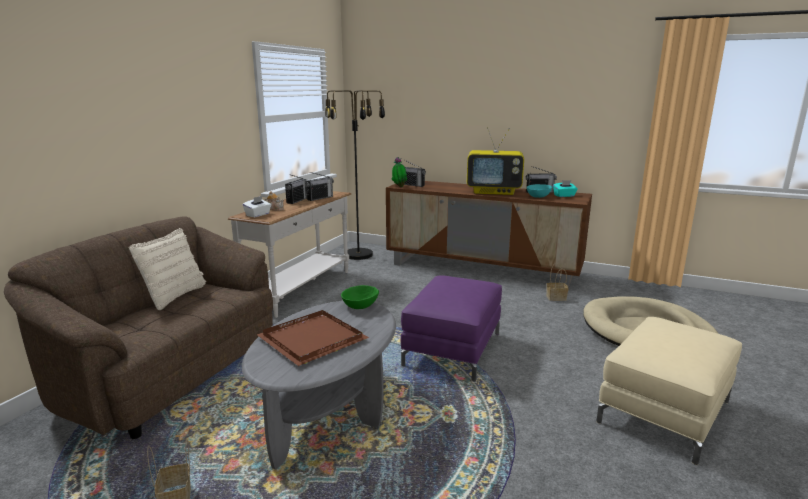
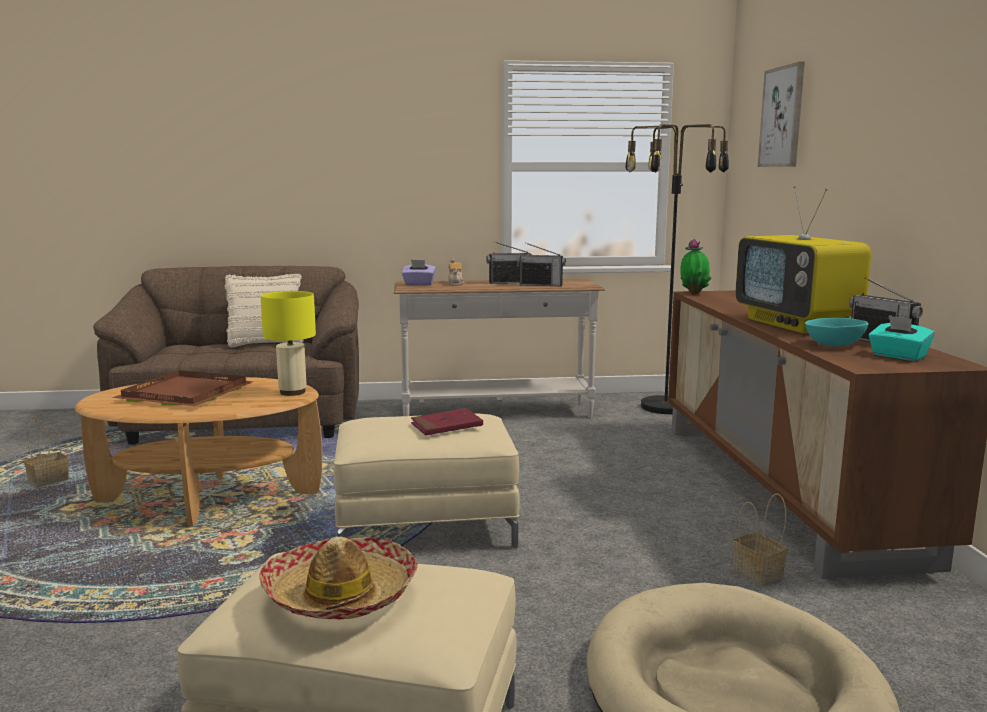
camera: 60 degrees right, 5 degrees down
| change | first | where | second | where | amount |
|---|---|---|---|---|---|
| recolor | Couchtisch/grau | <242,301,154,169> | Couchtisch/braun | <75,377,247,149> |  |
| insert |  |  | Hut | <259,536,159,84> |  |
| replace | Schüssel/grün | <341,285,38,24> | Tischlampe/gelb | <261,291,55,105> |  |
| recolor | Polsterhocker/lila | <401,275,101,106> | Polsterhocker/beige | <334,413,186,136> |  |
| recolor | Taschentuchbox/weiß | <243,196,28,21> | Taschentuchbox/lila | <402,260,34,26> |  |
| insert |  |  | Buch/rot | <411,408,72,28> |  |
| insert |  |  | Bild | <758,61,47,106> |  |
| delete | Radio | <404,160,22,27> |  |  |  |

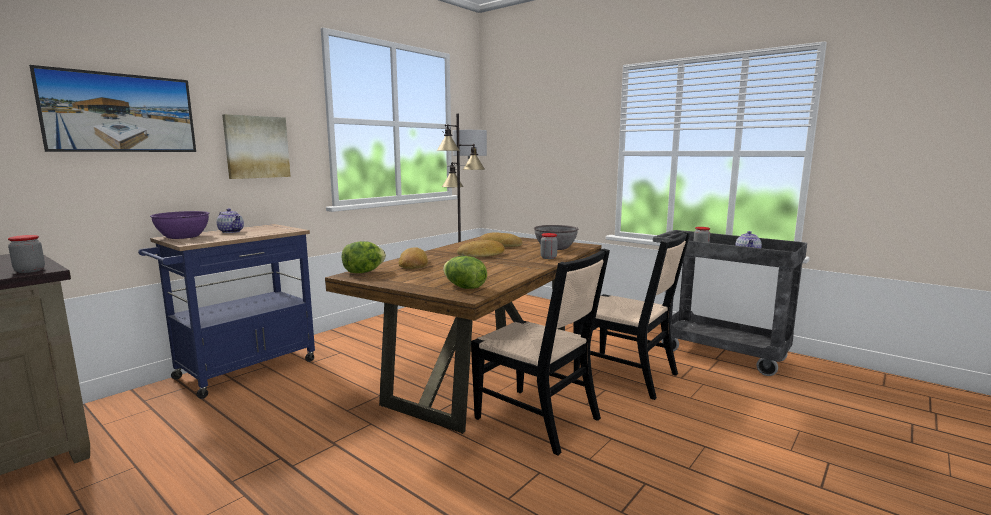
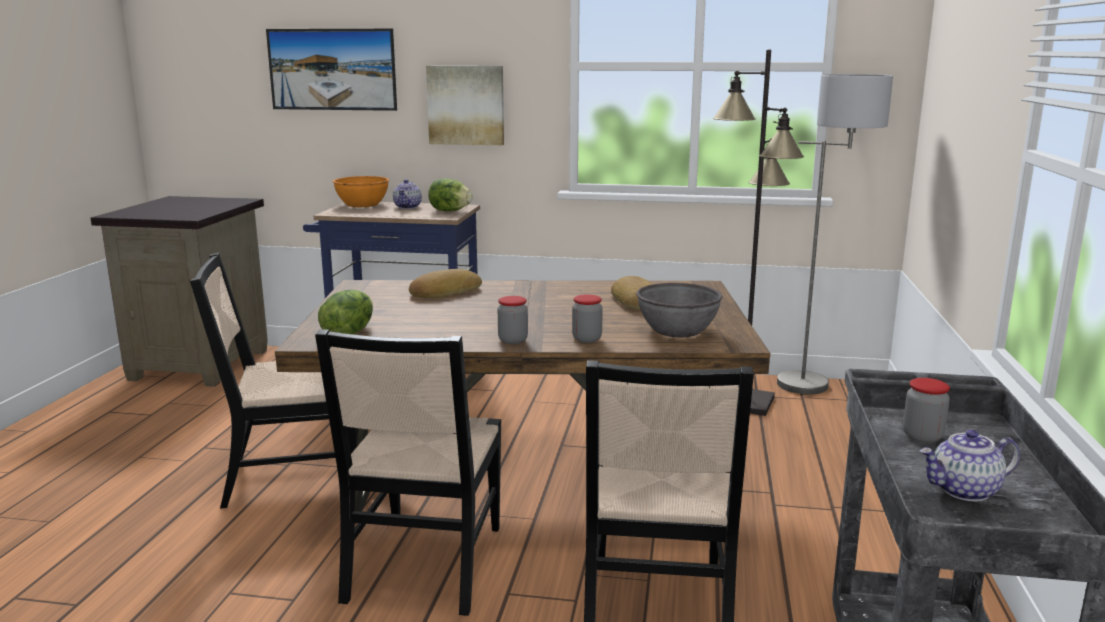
camera: 60 degrees right, 5 degrees up
| change | first | where | second | where | amount |
|---|---|---|---|---|---|
| insert |  |  | Stuhl | <190,253,168,256> |  |
| recolor | Schüssel/lila | <150,211,59,28> | Schüssel/orange | <333,176,56,31> |  |
| move | Salatkopf | <342,241,44,32> |  | <428,178,45,33> |  |
| move | Vorratsglas | <8,235,37,38> |  | <498,296,30,48> |  |
| delete | Brot | <457,240,48,17> |  |  |  |

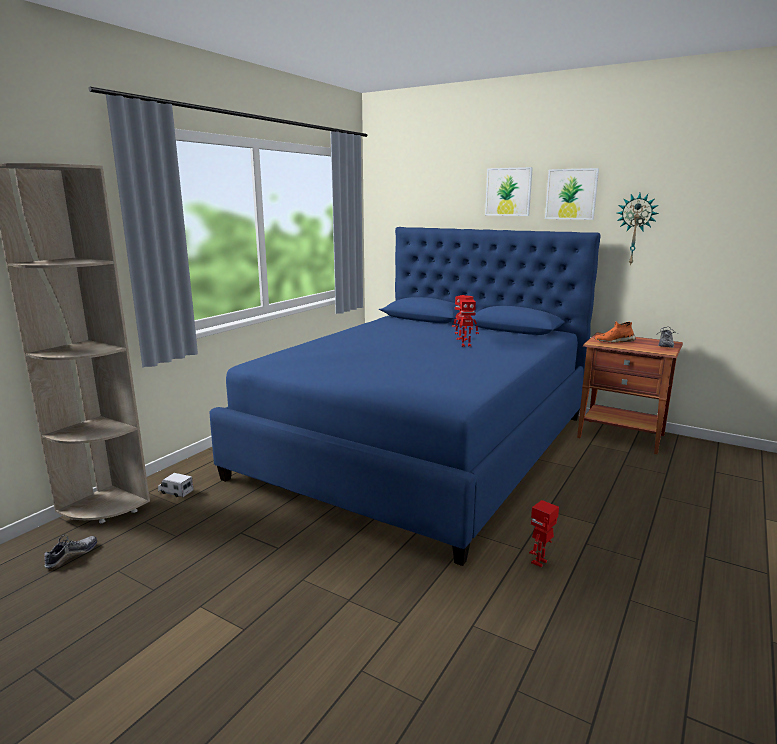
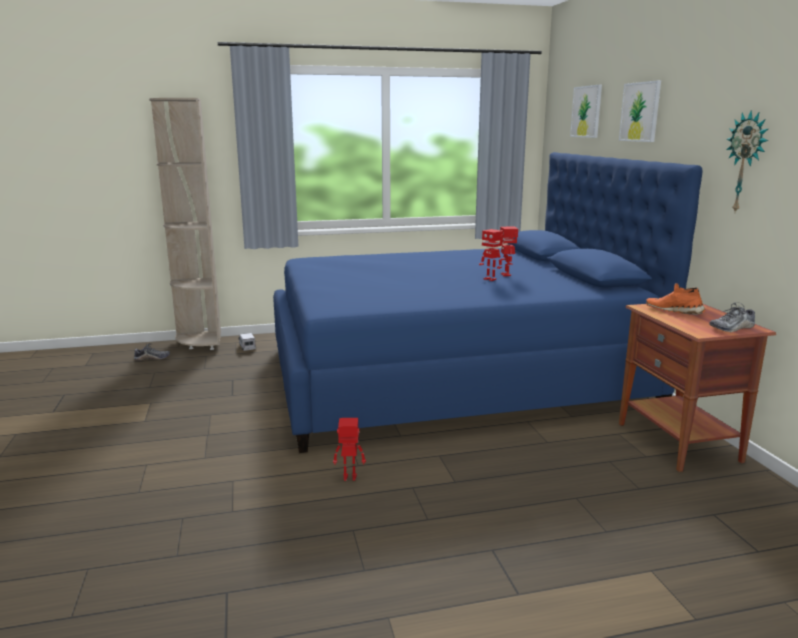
camera: 45 degrees right, 0 degrees up
| change | first | where | second | where | amount |
|---|---|---|---|---|---|
| move | Bild | <545,168,54,52> |  | <570,85,32,53> |  |

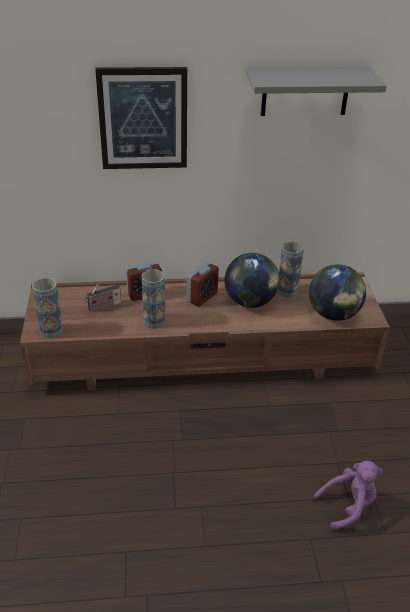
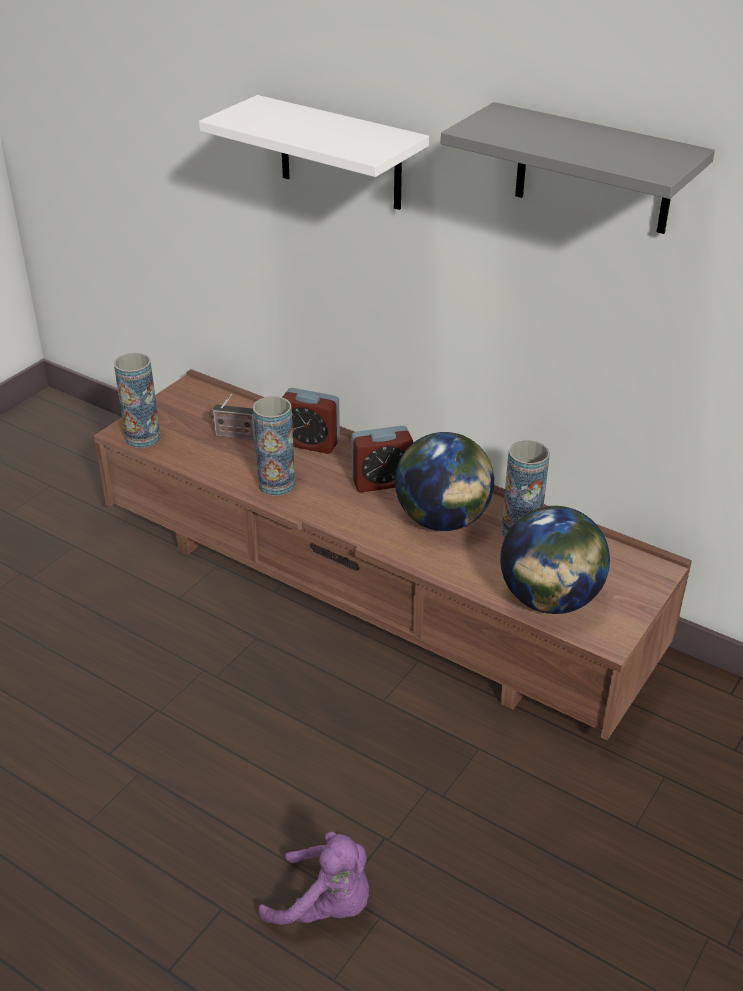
camera: 40 degrees right, 0 degrees up
| change | first | where | second | where | amount |
|---|---|---|---|---|---|
| replace | Bild | <95,67,92,102> | Wandregal/weiß | <199,95,230,115> |  |

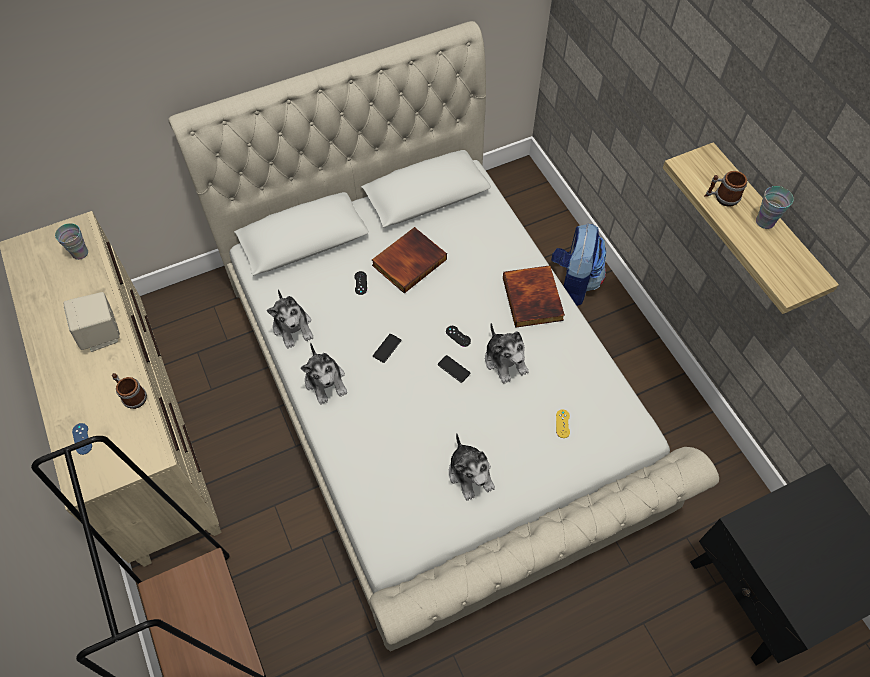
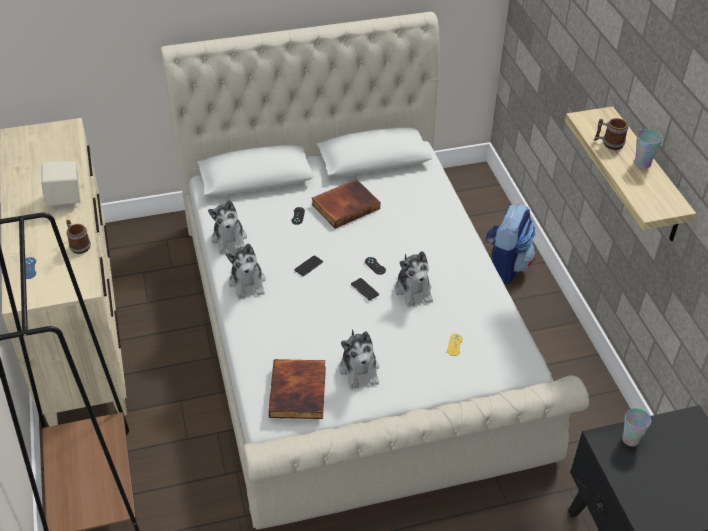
camera: 10 degrees right, 15 degrees down
| change | first | where | second | where | amount |
|---|---|---|---|---|---|
| move | Buch | <503,265,62,63> |  | <268,359,58,60> |  |
| move | Tasse | <55,223,33,37> |  | <622,408,29,38> |  |

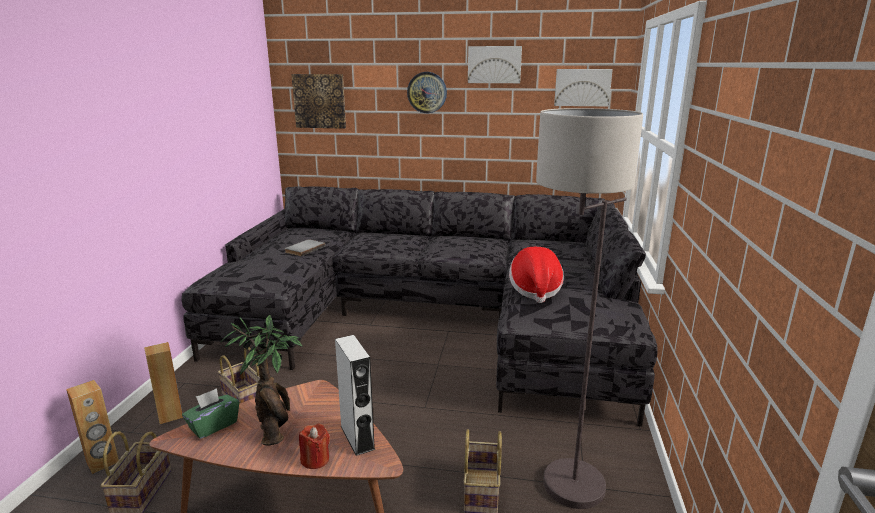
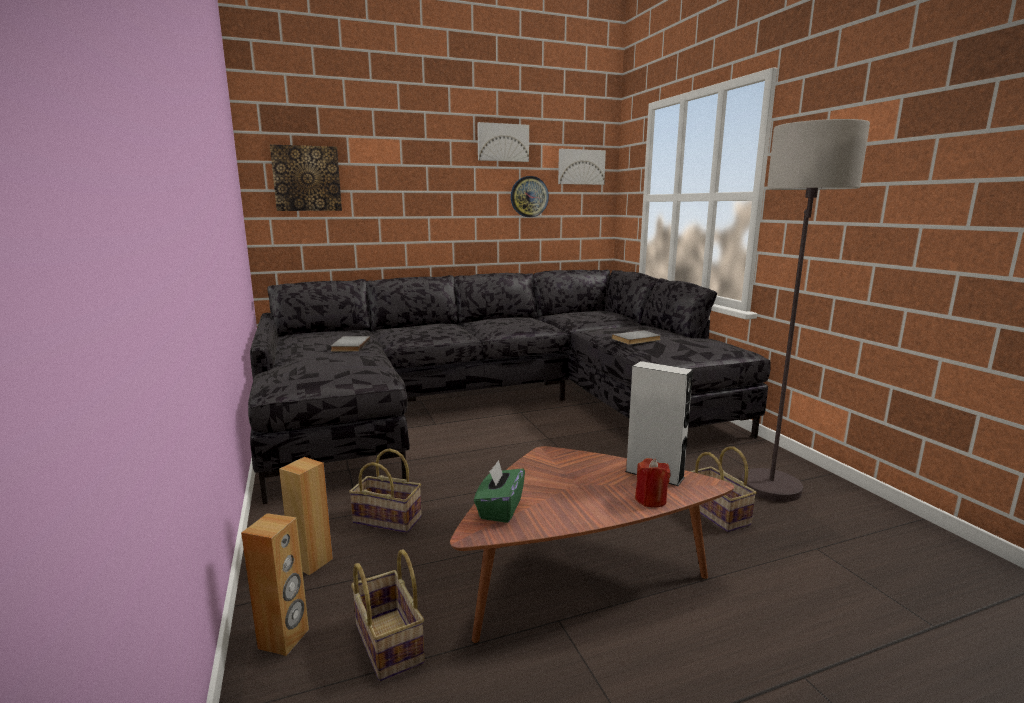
camera: 30 degrees left, 5 degrees down
| change | first | where | second | where | amount |
|---|---|---|---|---|---|
| move | Wanduhr | <407,72,40,41> |  | <511,176,38,41> |  |
| replace | Hut | <509,247,55,56> | Buch/grau | <612,330,49,15> |  |
| delete | Topfpflanze | <221,315,82,131> |  |  |  |

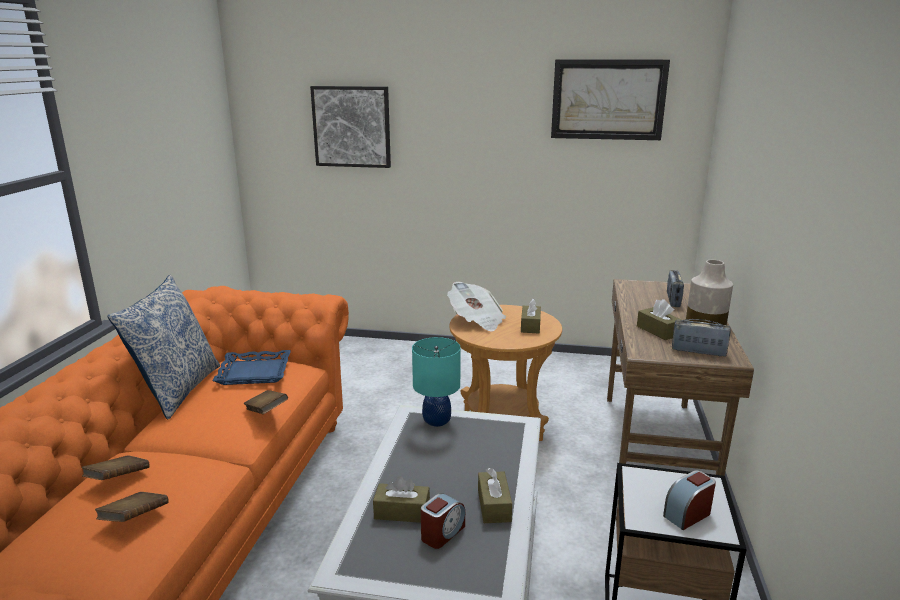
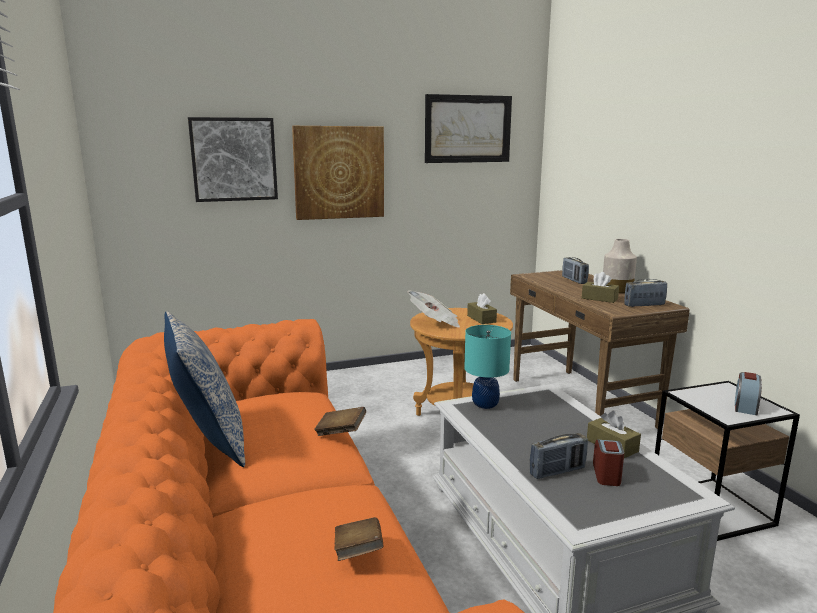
camera: 30 degrees left, 5 degrees down
| change | first | where | second | where | amount |
|---|---|---|---|---|---|
| insert |  |  | Bild | <292,126,92,94> |  |
| replace | Taschentuchbox/braun | <373,476,57,47> | Radio | <529,433,59,46> |  |
| delete | Buch/braun | <81,455,68,25> |  |  |  |
| delete | Tablett/blau | <212,350,79,35> |  |  |  |

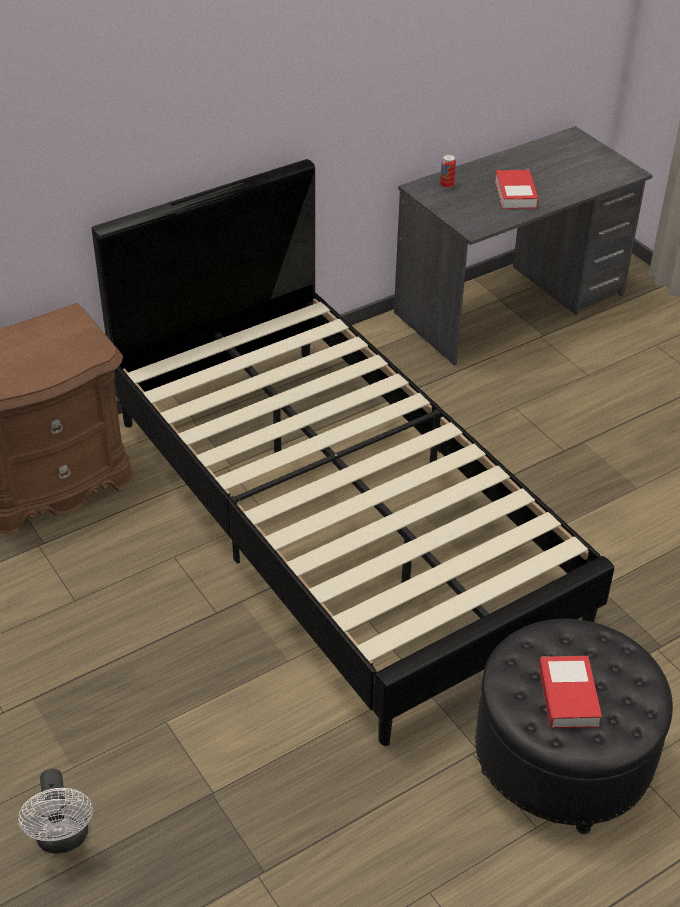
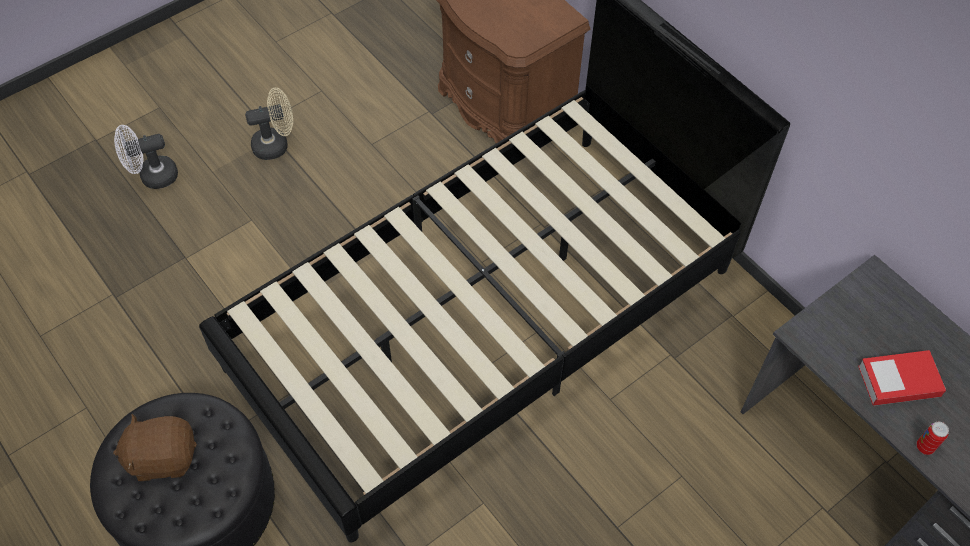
camera: 85 degrees right, 15 degrees up
| change | first | where | second | where | amount |
|---|---|---|---|---|---|
| replace | Buch | <539,656,63,72> | Plüschtier/braun | <113,414,84,67> |  |
| insert |  |  | Ventilator/beige | <245,87,48,73> |  |
| move | Dose | <440,154,16,35> |  | <916,422,33,33> |  |

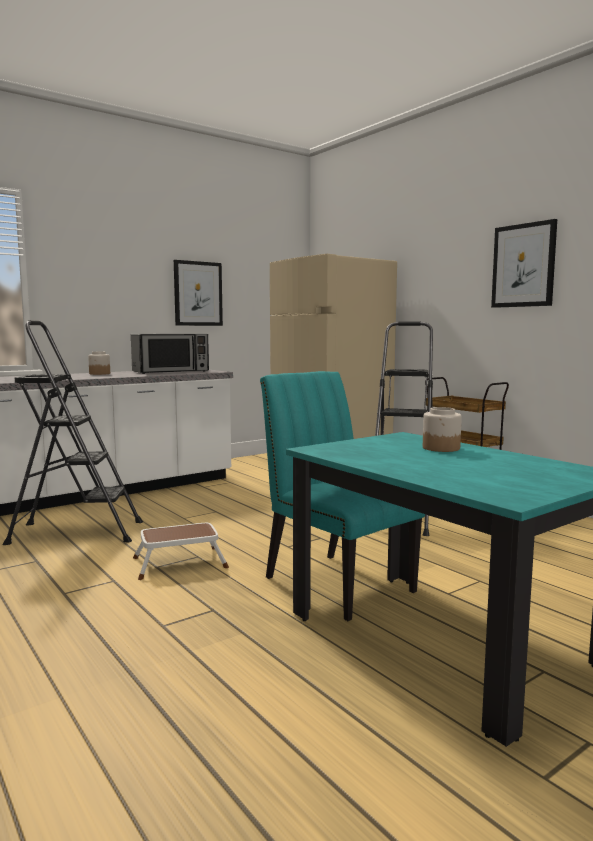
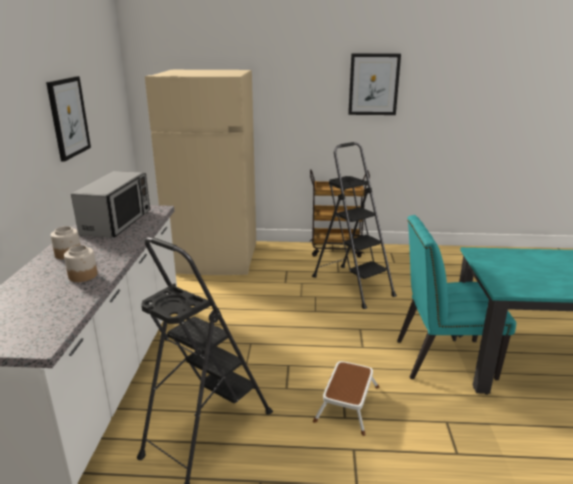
camera: 50 degrees left, 15 degrees up
| change | first | where | second | where | amount |
|---|---|---|---|---|---|
| move | Vorratsglas | <423,407,39,45> |  | <64,245,33,37> |  |

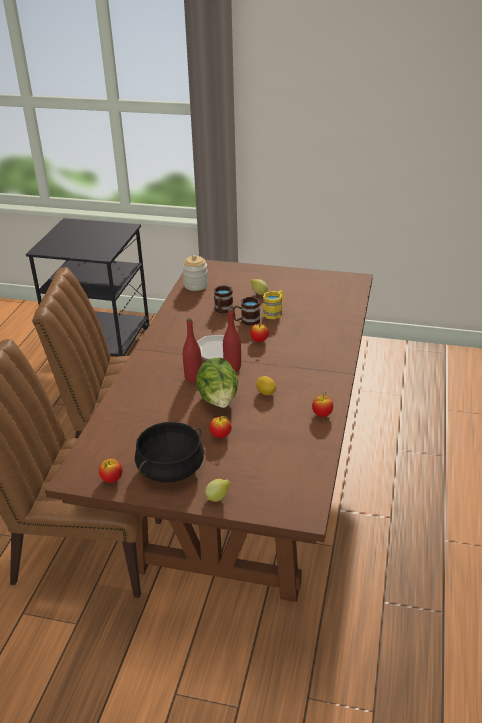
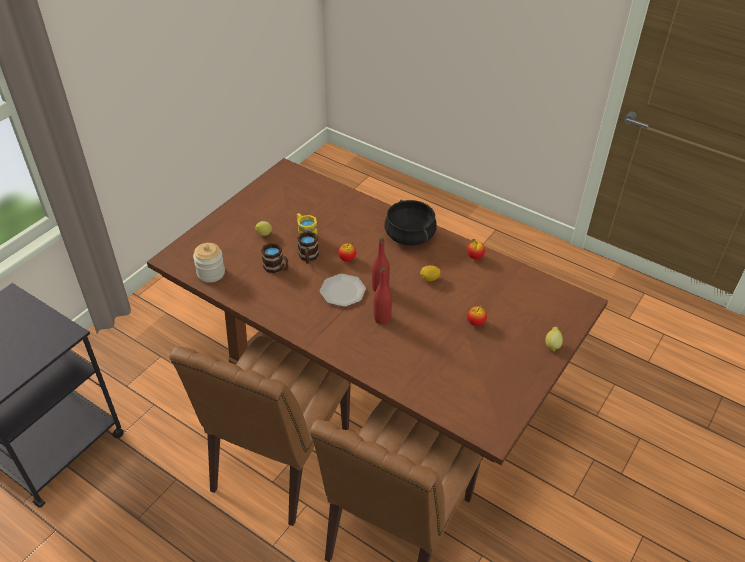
camera: 70 degrees left, 10 degrees up
| change | first | where | second | where | amount |
|---|---|---|---|---|---|
| move | Kochtopf/schwarz | <135,422,69,60> |  | <384,200,53,45> |  |
| delete | Apfel | <99,459,23,24> |  |  |  |
| delete | Salatkopf | <196,358,42,50> |  |  |  |

